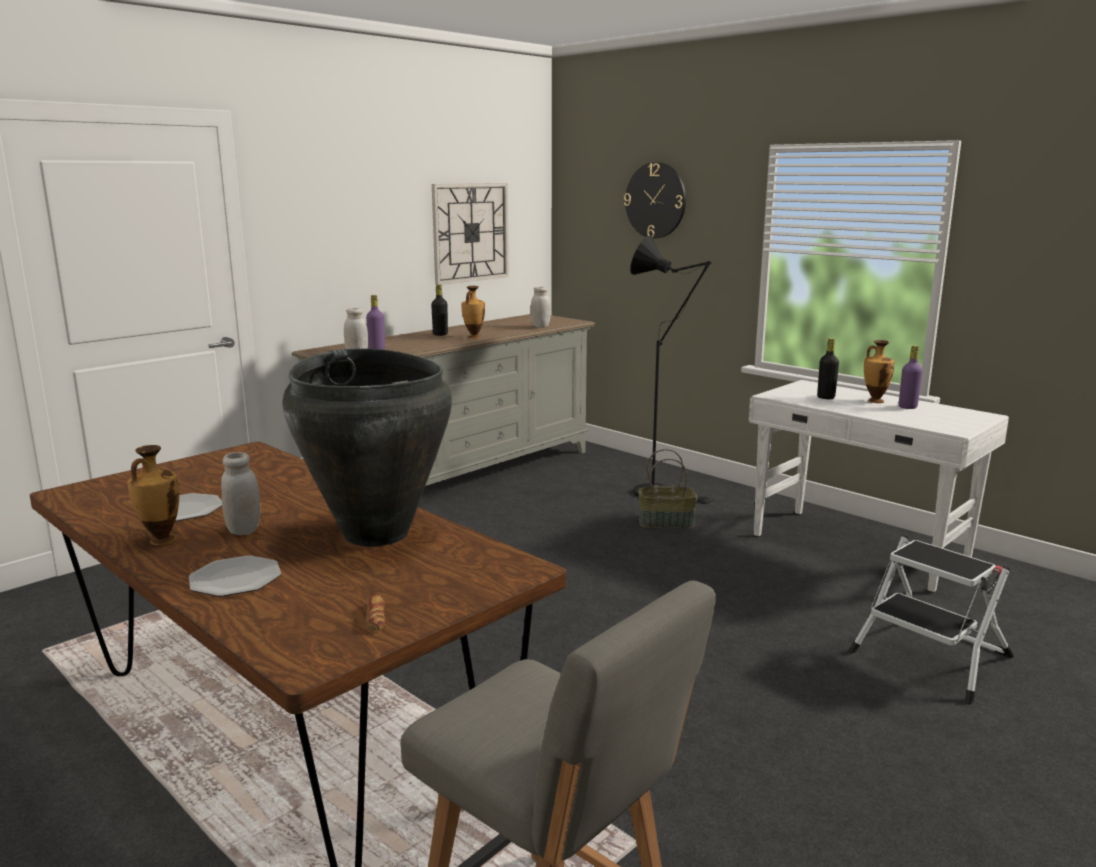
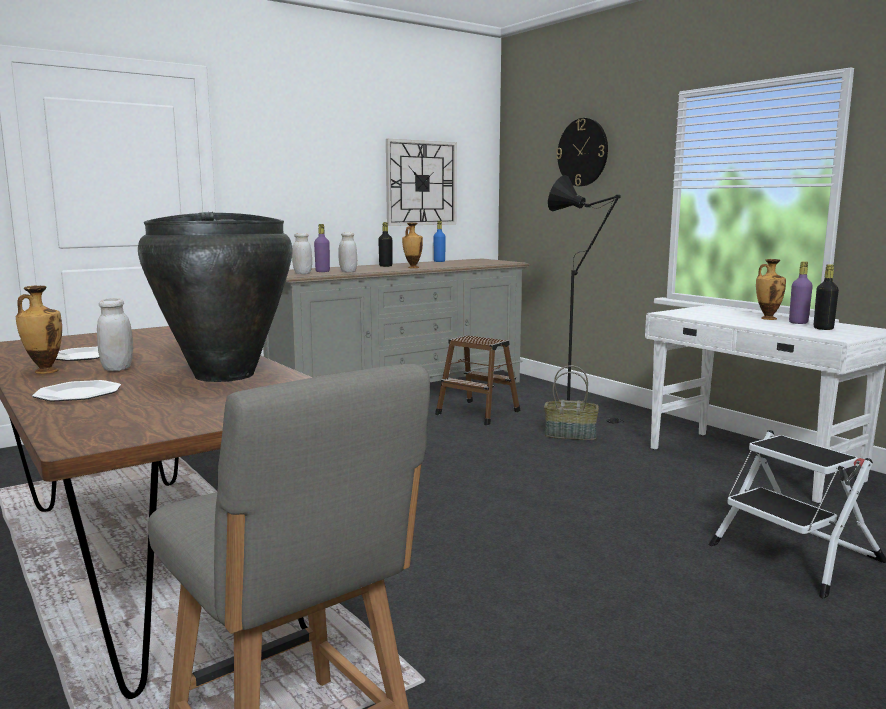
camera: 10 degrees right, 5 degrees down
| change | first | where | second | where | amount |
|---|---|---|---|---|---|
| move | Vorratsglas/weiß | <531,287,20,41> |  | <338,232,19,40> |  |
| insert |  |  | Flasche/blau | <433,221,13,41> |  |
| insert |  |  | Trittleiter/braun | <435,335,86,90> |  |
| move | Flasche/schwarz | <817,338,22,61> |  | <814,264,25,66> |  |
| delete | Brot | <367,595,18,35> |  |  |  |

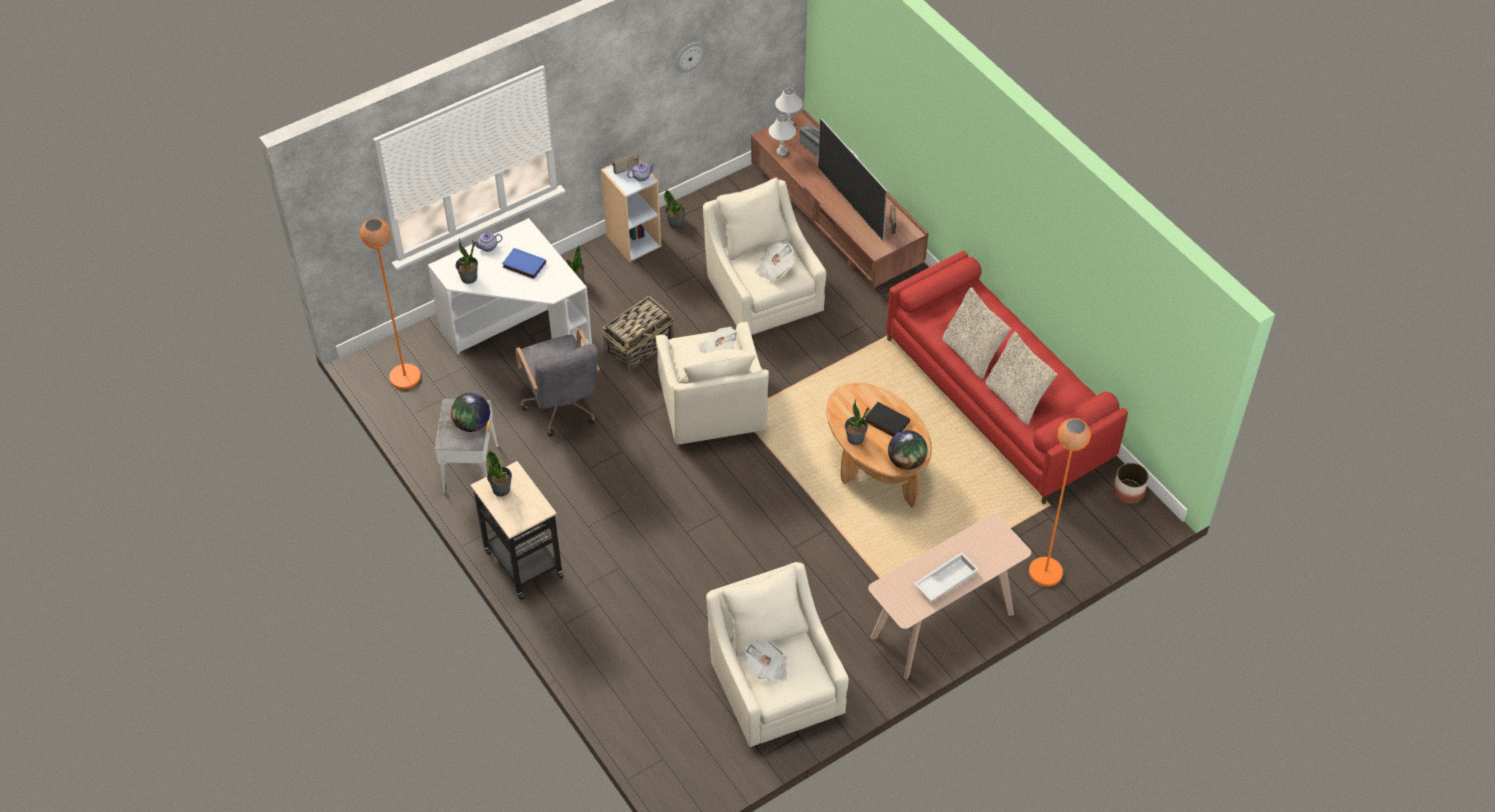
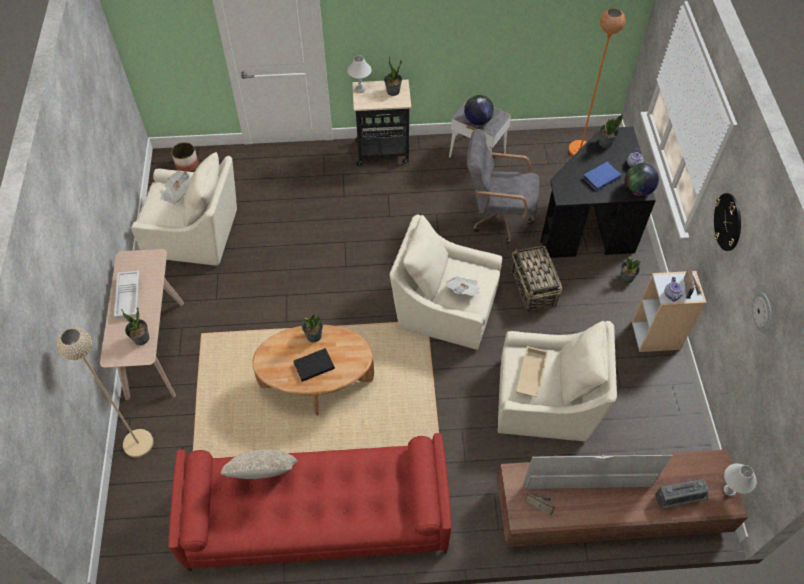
camera: 120 degrees right, 5 degrees up
| change | first | where | second | where | amount |
|---|---|---|---|---|---|
| recolor | Stehlampe/orange | <1029,418,62,169> | Stehlampe/beige | <57,327,97,131> |  |
| move | Topfpflanze | <664,190,22,39> |  | <121,308,28,37> |  |
| move | Pflanzkübel | <1113,463,36,41> |  | <171,142,28,30> |  |
| move | Tischlampe/weiß | <769,115,27,41> |  | <347,56,25,37> |  |
| replace | Zeitung | <756,243,39,39> | Tablett/beige | <516,346,32,51> |  |
| recolor | Schreibtisch/weiß | <428,218,164,136> | Schreibtisch/schwarz | <540,127,116,131> |  |
| move | Globus | <888,430,39,40> |  | <624,163,35,33> |  |
| insert |  |  | Wanduhr | <714,193,27,58> |  |
| delete | Kissen/beige | <943,287,68,92> |  |  |  |

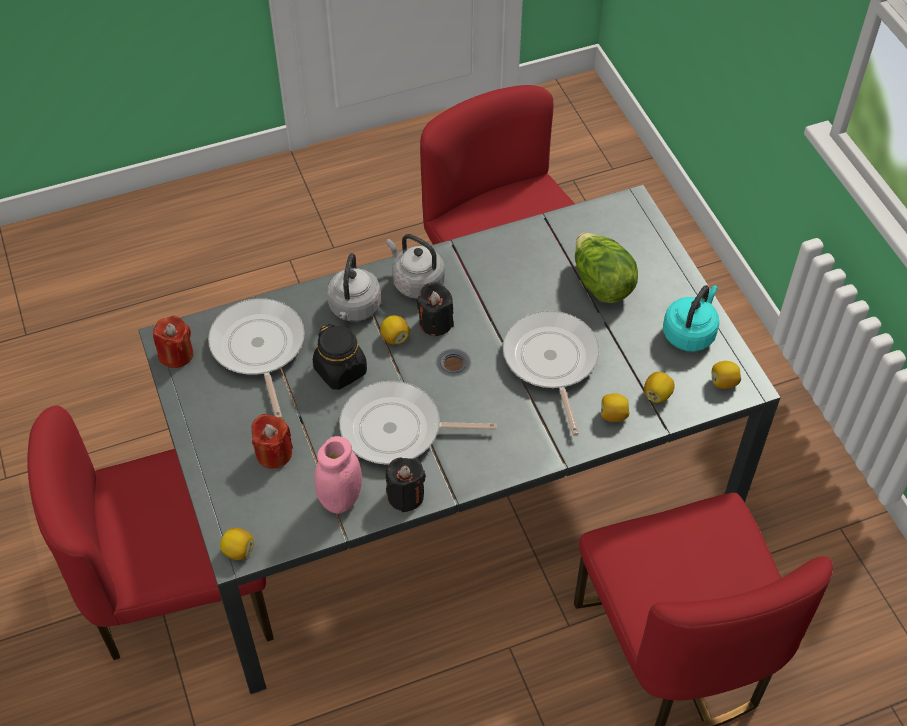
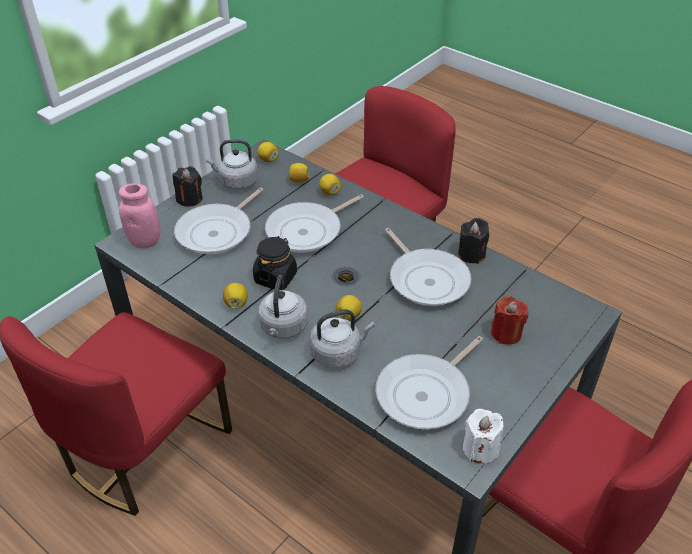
camera: 120 degrees left, 10 degrees down
| change | first | where | second | where | amount |
|---|---|---|---|---|---|
| move | Vorratsglas/rosa | <314,436,48,78> |  | <119,183,42,66> |  |
| move | Kerze/schwarz | <416,282,38,54> |  | <173,166,29,41> |  |
| replace | Salatkopf | <575,233,63,70> | Pfanne | <174,187,90,67> |  |
| recolor | Wasserkessel/türkis | <663,285,56,66> | Wasserkessel/grau | <206,139,52,51> |  |
| move | Zitrone | <220,528,34,32> |  | <223,283,25,26> |  |
| move | Vorratsglas/schwarz | <313,324,54,66> |  | <253,236,44,54> |  |
| recolor | Kerze/rot | <153,316,40,52> | Kerze/weiß | <463,409,40,55> |  |

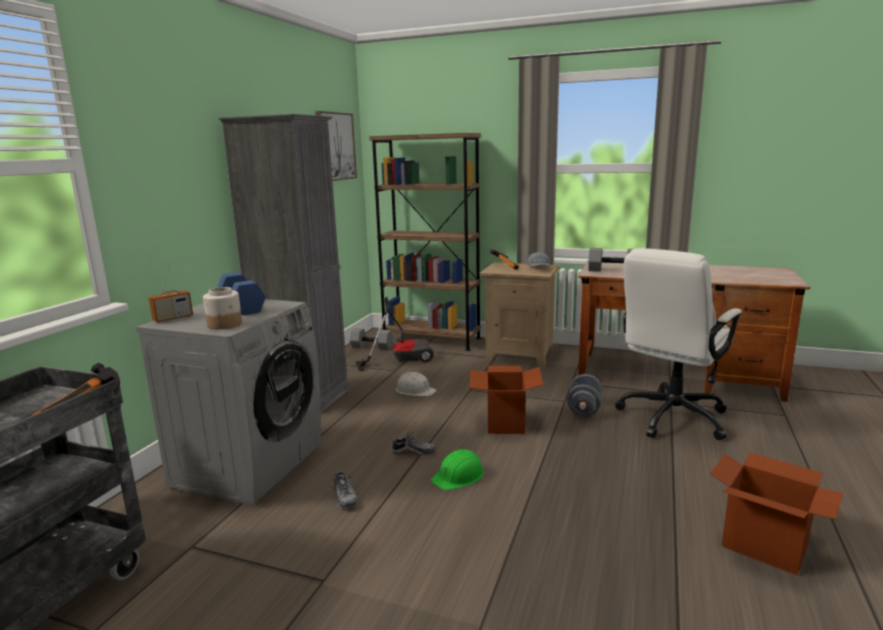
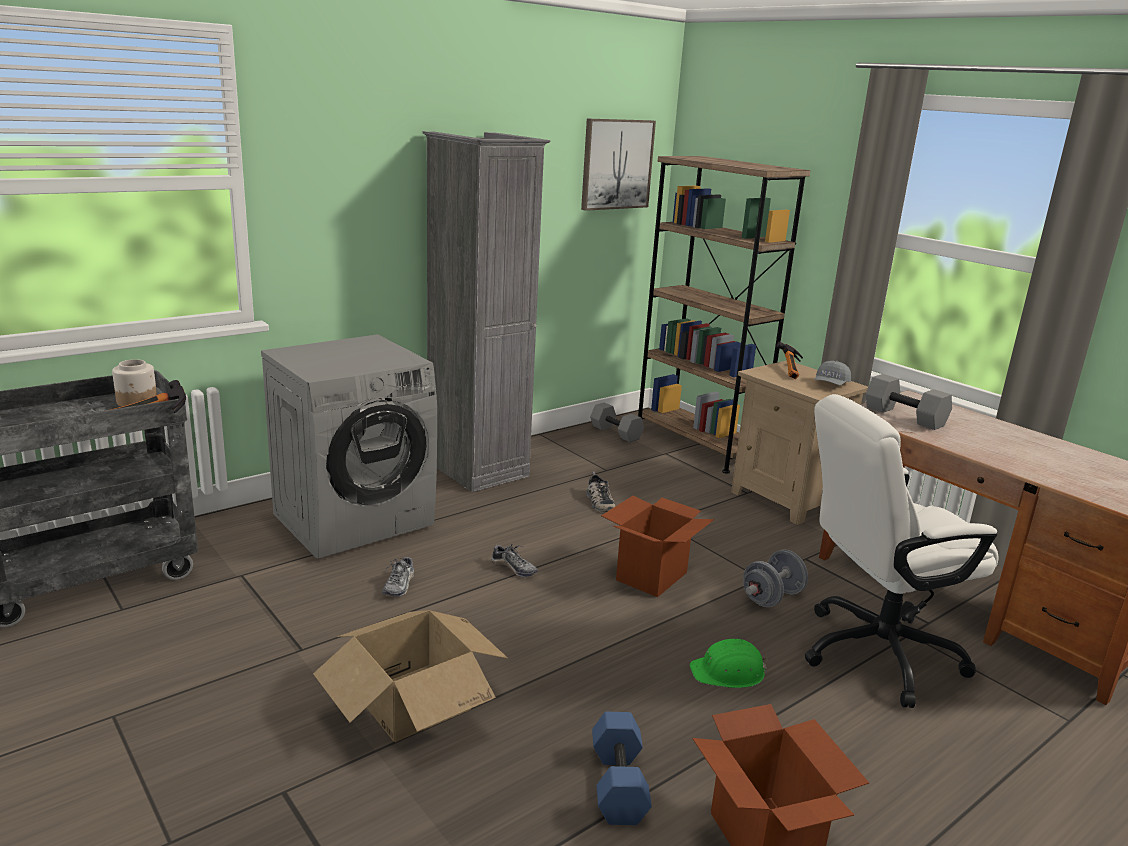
camera: 30 degrees right, 5 degrees up
| change | first | where | second | where | amount |
|---|---|---|---|---|---|
| move | Vorratsglas | <203,287,39,42> |  | <112,359,45,48> |  |
| insert |  |  | Karton | <313,610,195,132> |  |
| replace | Schutzhelm/weiß | <394,372,43,24> | Schuh | <586,472,29,41> |  |
| move | Hantel/blau | <217,272,49,43> |  | <592,712,60,113> |  |
| move | Schutzhelm/grün | <431,449,53,41> |  | <690,639,78,49> |  |
| delete | Radio | <149,268,44,54> |  |  |  |
| delete | Staubsauger | <355,297,79,75> |  |  |  |

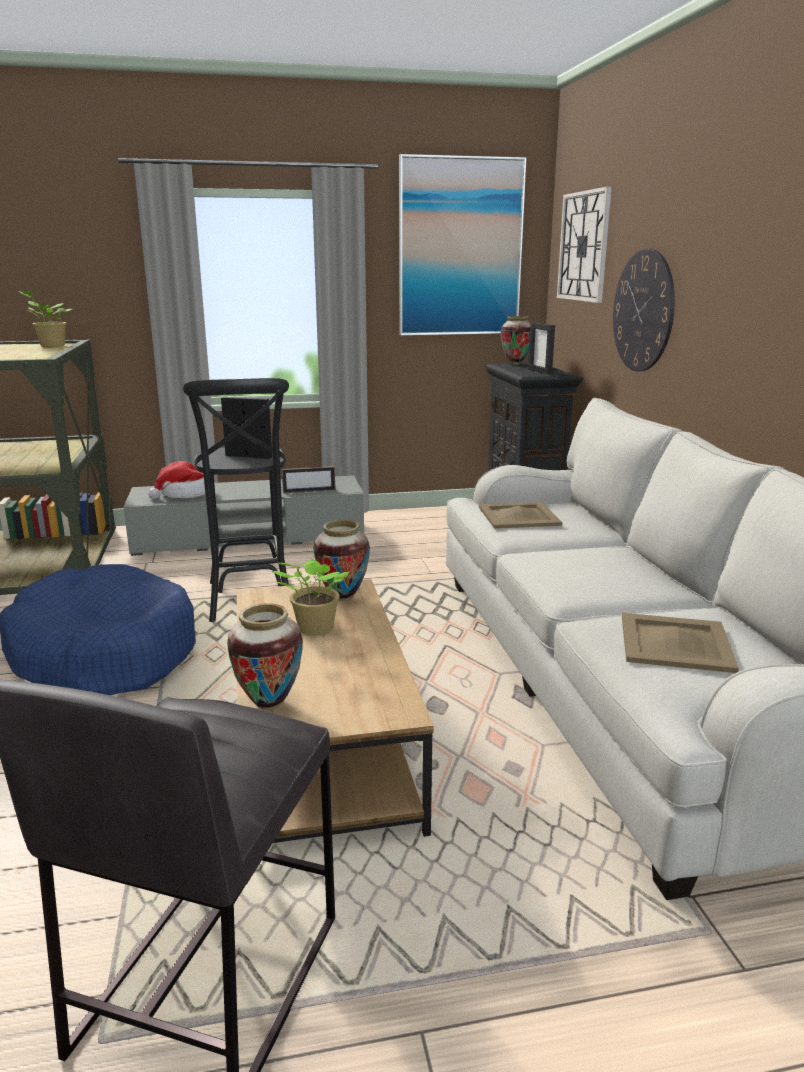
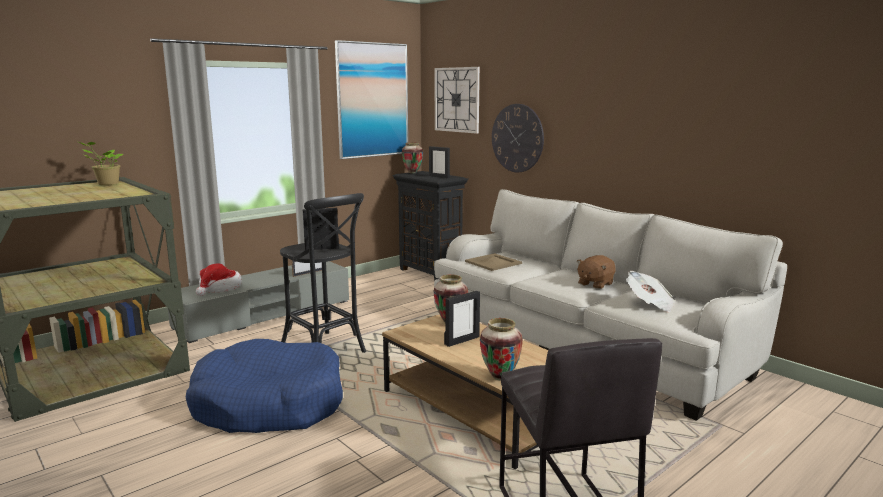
camera: 30 degrees left, 5 degrees down
| change | first | where | second | where | amount |
|---|---|---|---|---|---|
| replace | Topfpflanze | <271,559,78,76> | Bilderrahmen | <444,291,36,56> |  |
| insert |  |  | Plüschtier/braun | <577,255,39,34> |  |
| replace | Tablett/beige | <622,613,117,60> | Zeitung | <626,271,50,42> |  |

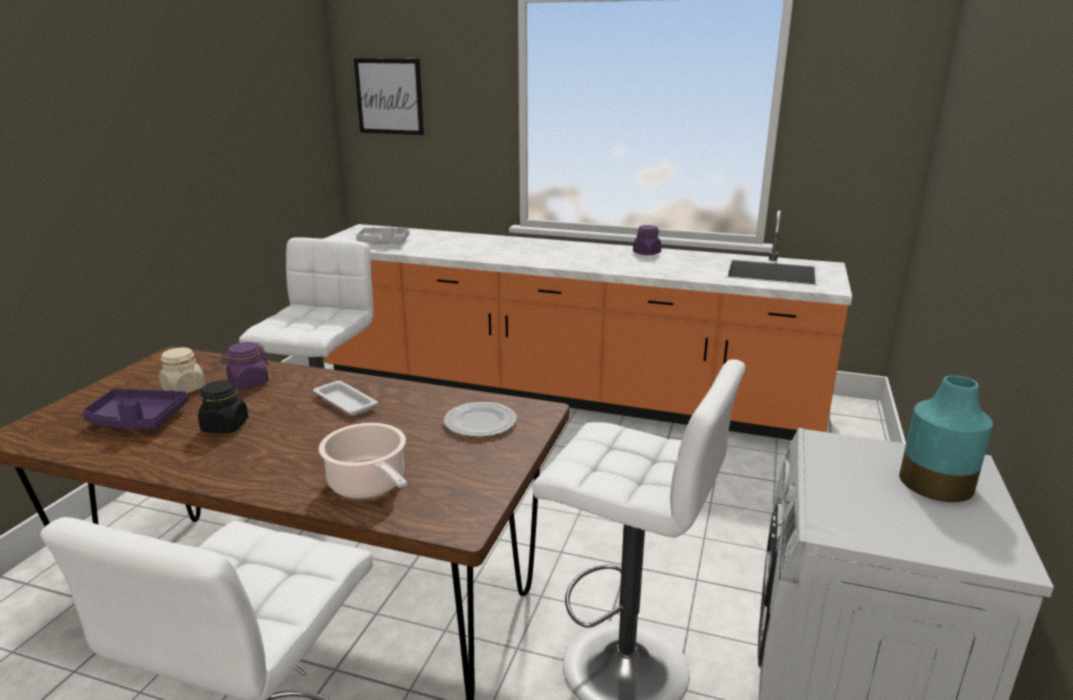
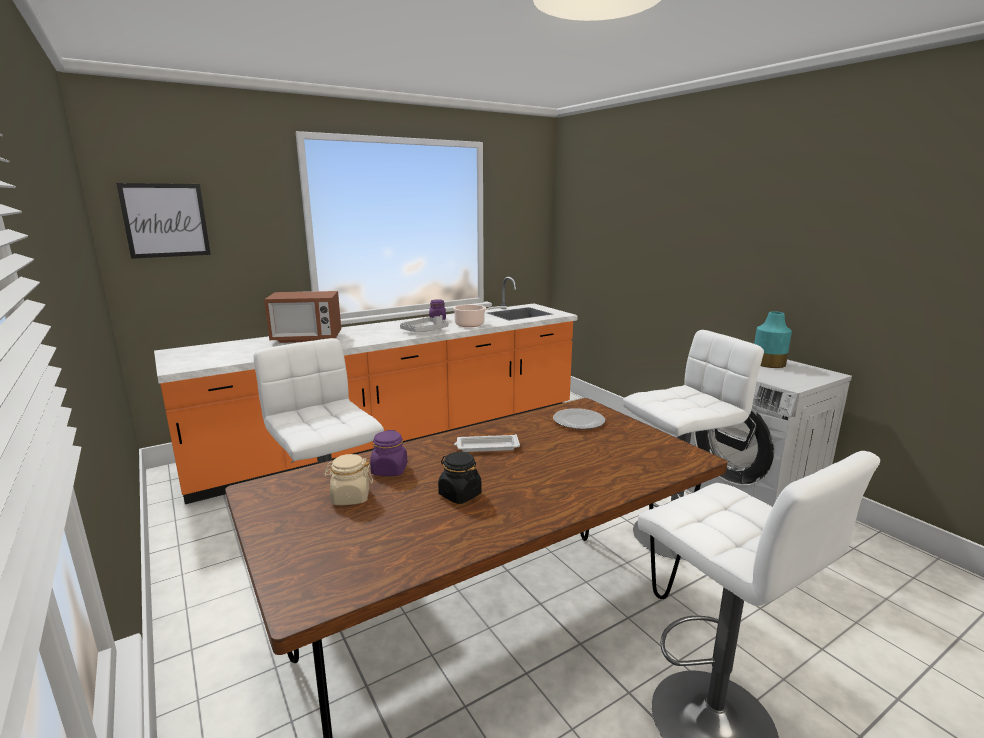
camera: 50 degrees left, 5 degrees down
| change | first | where | second | where | amount |
|---|---|---|---|---|---|
| insert |  |  | Mikrowelle | <264,291,77,52> |  |
| move | Tablett/grau | <356,227,54,17> |  | <400,315,49,17> |  |
| move | Kochtopf | <319,423,88,76> |  | <453,304,54,23> |  |
| delete | Tablett/lila | <83,388,106,41> |  |  |  |

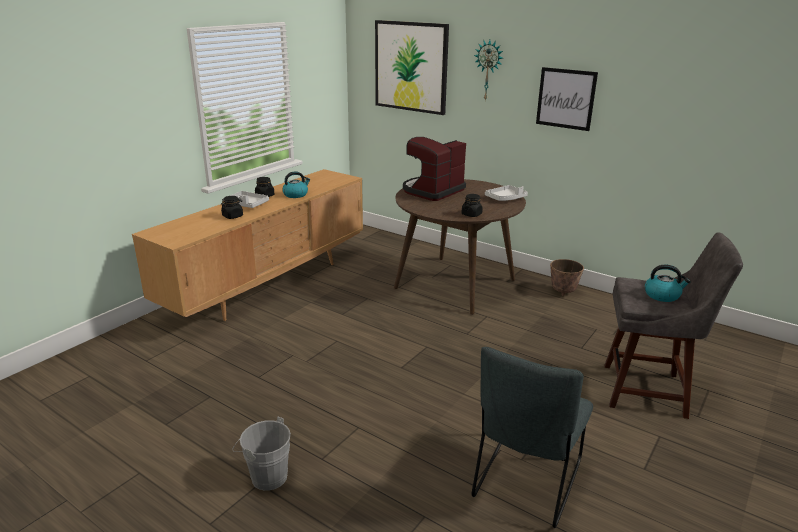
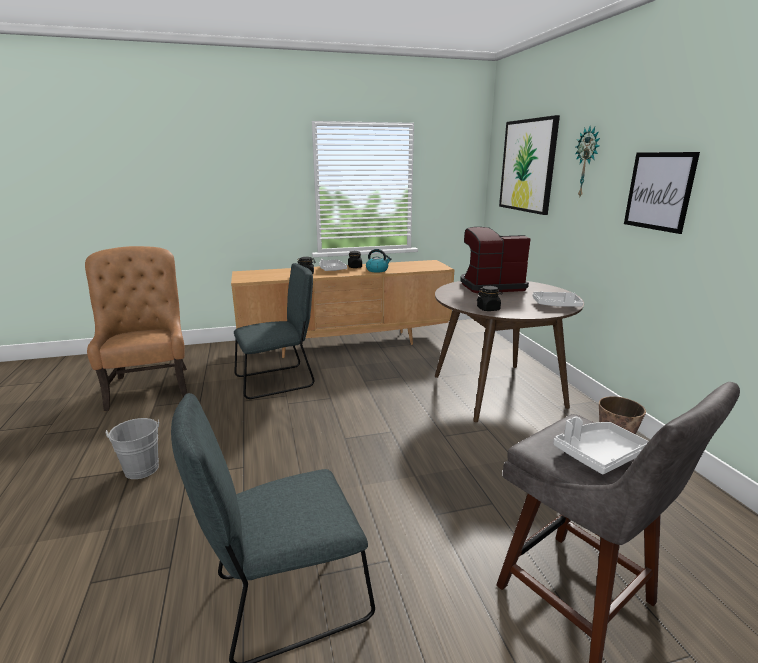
camera: 40 degrees right, 5 degrees down
| change | first | where | second | where | amount |
|---|---|---|---|---|---|
| insert |  |  | Stuhl/braun | <85,246,102,165> |  |
| insert |  |  | Stuhl/grau | <234,263,80,136> |  |
| replace | Wasserkessel | <645,265,46,37> | Tablett/grau | <553,416,96,58> |  |

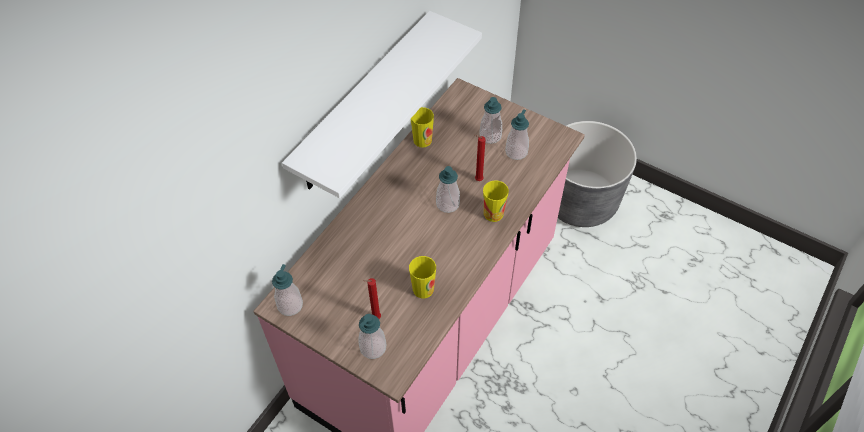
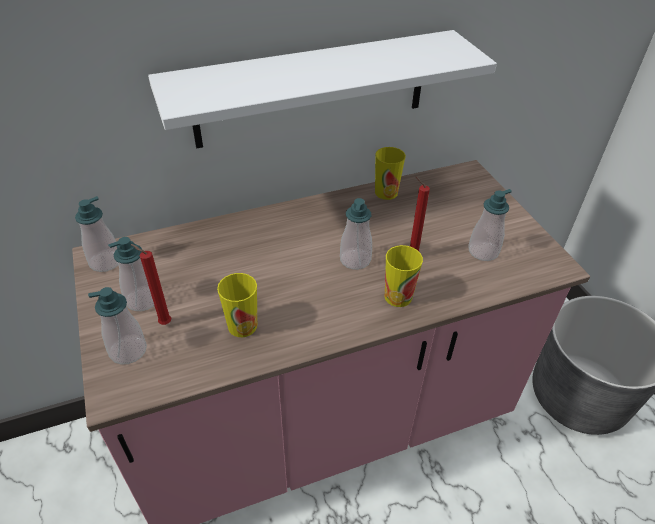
camera: 35 degrees right, 10 degrees down
| change | first | where | second | where | amount |
|---|---|---|---|---|---|
| move | Seifenspender | <479,97,23,47> |  | <108,237,46,74> |  |

